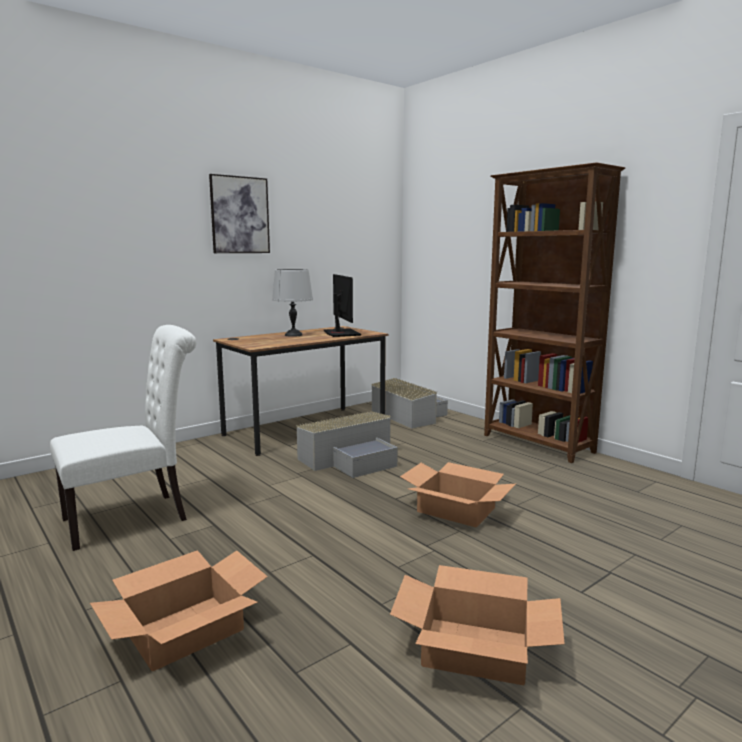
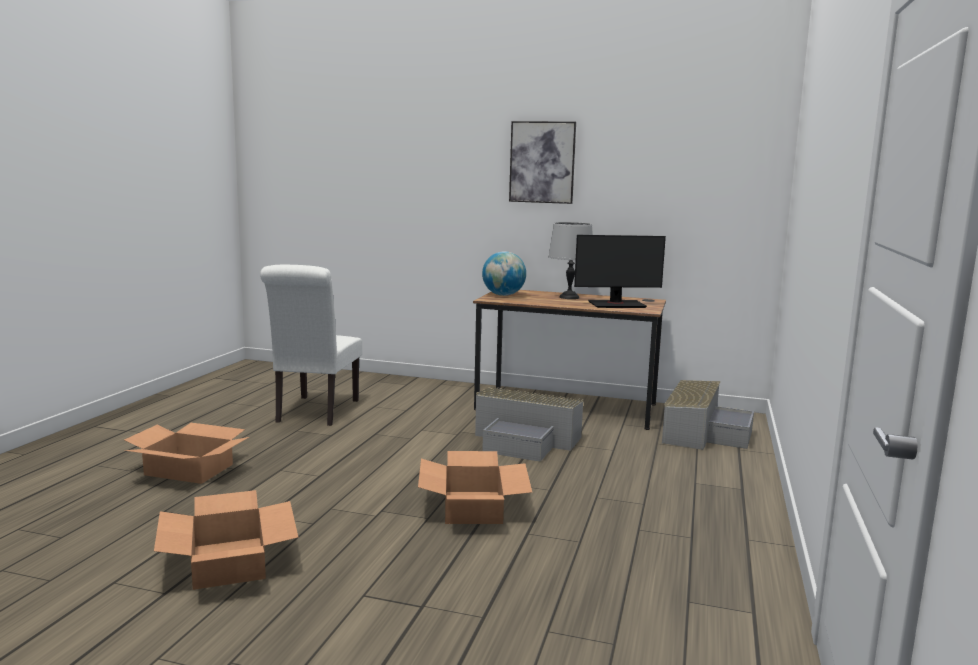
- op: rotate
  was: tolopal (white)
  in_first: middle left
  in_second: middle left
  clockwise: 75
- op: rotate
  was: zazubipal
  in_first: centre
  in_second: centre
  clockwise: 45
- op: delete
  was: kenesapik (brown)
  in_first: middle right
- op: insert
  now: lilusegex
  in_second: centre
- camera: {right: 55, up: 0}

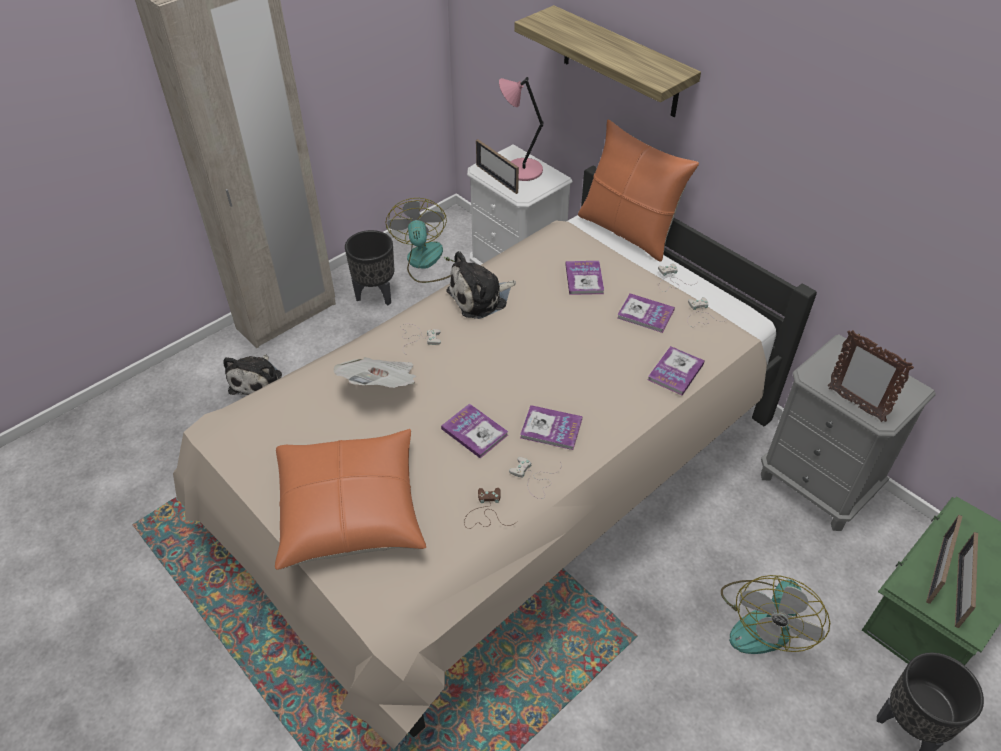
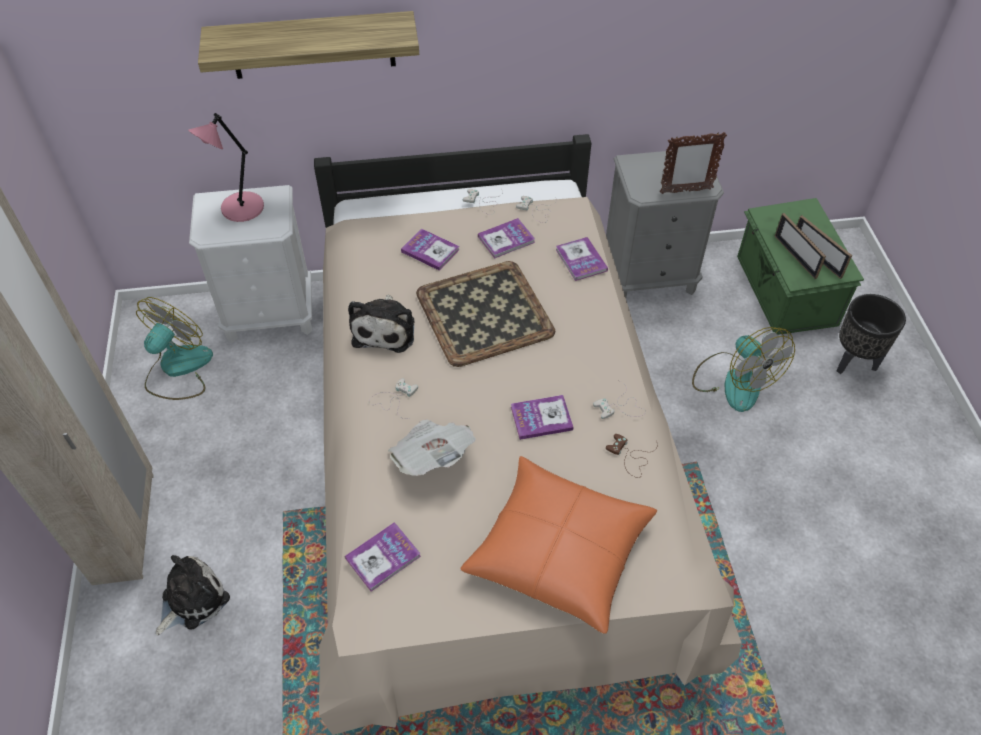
- op: rotate
  was: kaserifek (1st from left)
  in_first: middle left
  in_second: bottom left
  clockwise: -90
- op: delete
  was: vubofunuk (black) (1st from left)
  in_first: centre
- op: rotate
  was: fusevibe (1st from left)
  in_first: top centre
  in_second: middle left
  clockwise: 90
- op: delete
  was: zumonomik (1st from left)
  in_first: top centre
- op: move
  was: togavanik (2nd from left in the first image)
  now: togavanik (1st from left)
  in_first: centre
  in_second: bottom centre
- op: delete
  was: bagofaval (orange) (2nd from left)
  in_first: top centre
- op: insert
  now: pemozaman
  in_second: centre
- camera: {right: -55, up: 5}

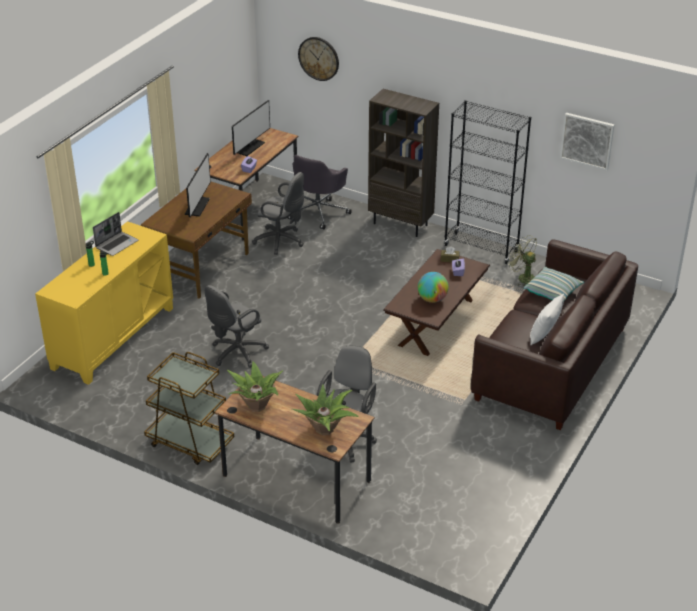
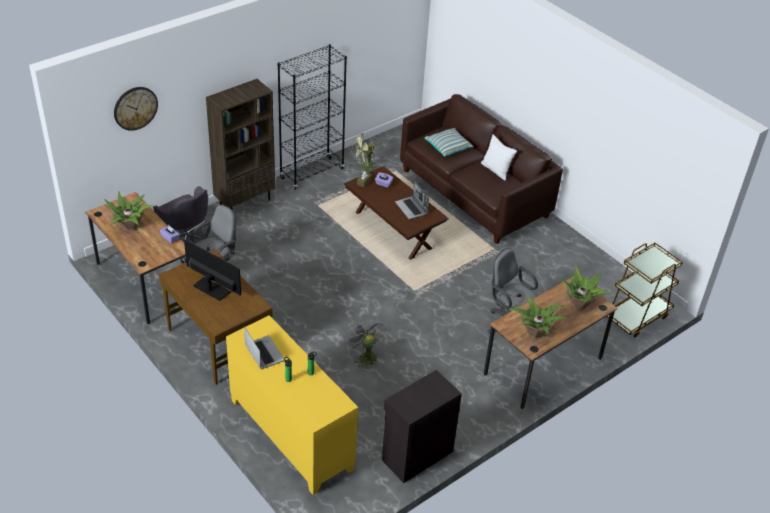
- op: move
  was: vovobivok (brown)
  in_first: bottom left
  in_second: middle right
- op: replace
  was: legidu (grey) (1st from left)
  now: fusevibe (grey)
  in_first: centre
  in_second: bottom centre
- op: replace
  was: zazubipal (2nd from left)
  now: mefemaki (1st from left)
  in_first: top centre
  in_second: middle left
- op: replace
  was: lilusegex
  now: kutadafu (2nd from left)
  in_first: centre
  in_second: centre
- op: delete
  was: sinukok
  in_first: top right
- op: insert
  now: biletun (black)
  in_second: bottom centre
- camera: {right: -70, up: 5}

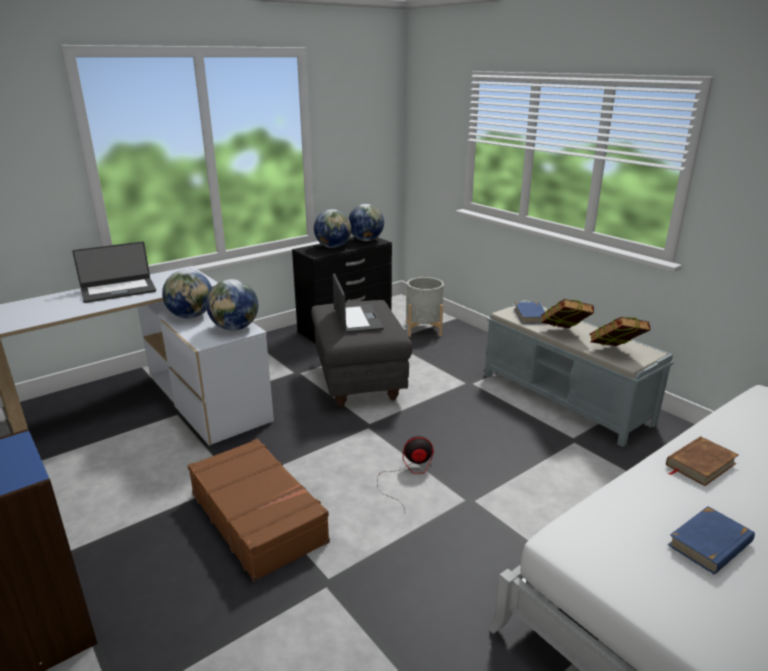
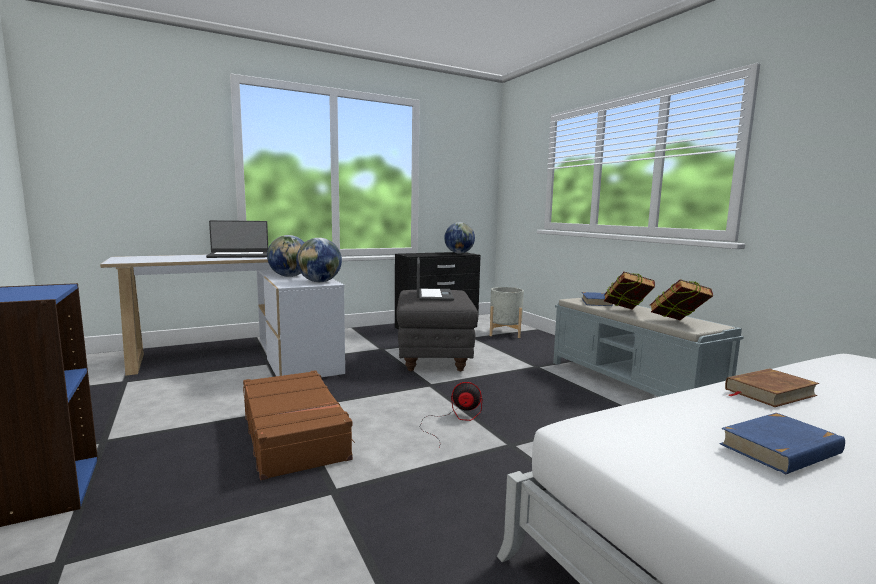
- op: delete
  was: lilusegex (3rd from left)
  in_first: centre
- camera: {right: 10, up: -15}

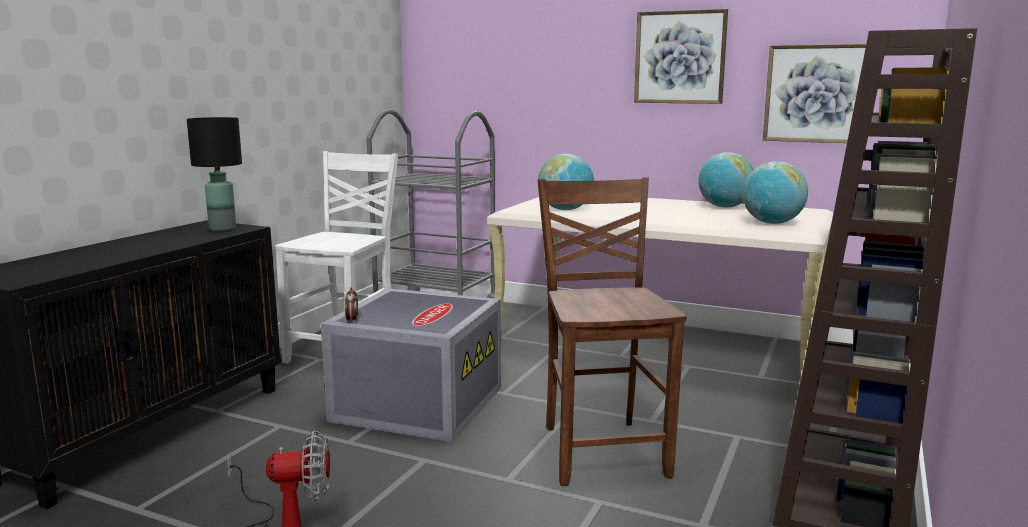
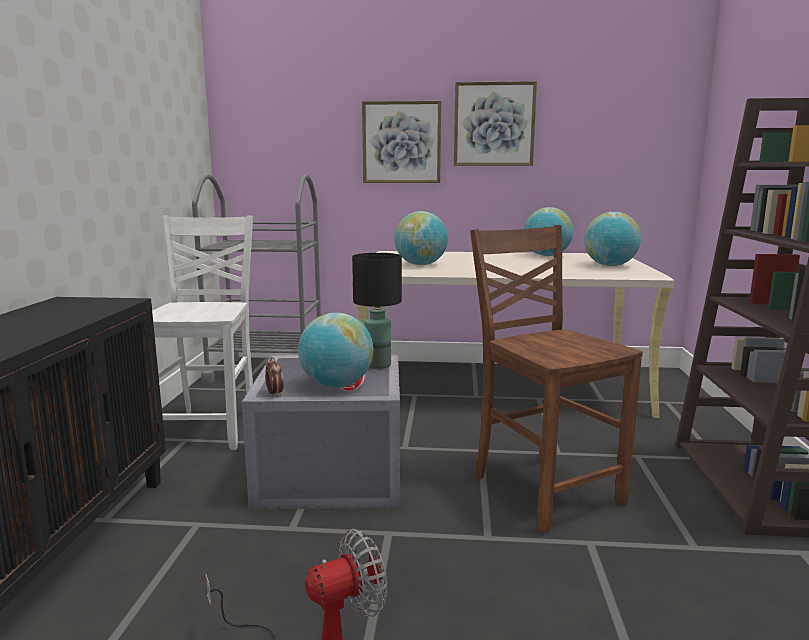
- op: move
  was: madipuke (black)
  in_first: top left
  in_second: centre
- op: move
  was: sinukok (2nd from left in the first image)
  now: sinukok (1st from left)
  in_first: top right
  in_second: top centre
- op: insert
  now: lilusegex (1st from left)
  in_second: centre
- camera: {right: -20, up: 0}

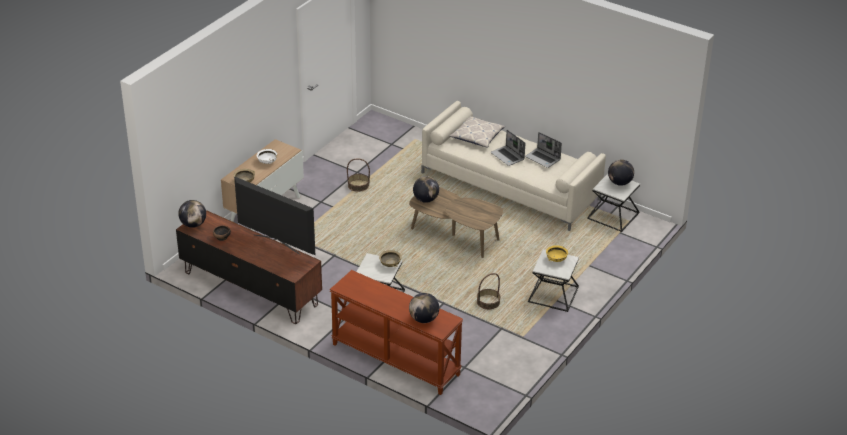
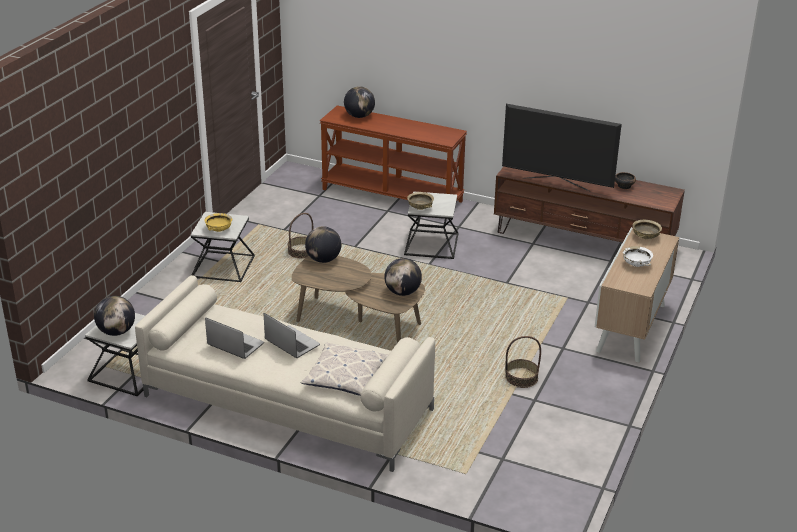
- op: move
  was: lilusegex (1st from left in the first image)
  now: lilusegex (2nd from left)
  in_first: middle left
  in_second: centre
- camera: {right: 170, up: -5}

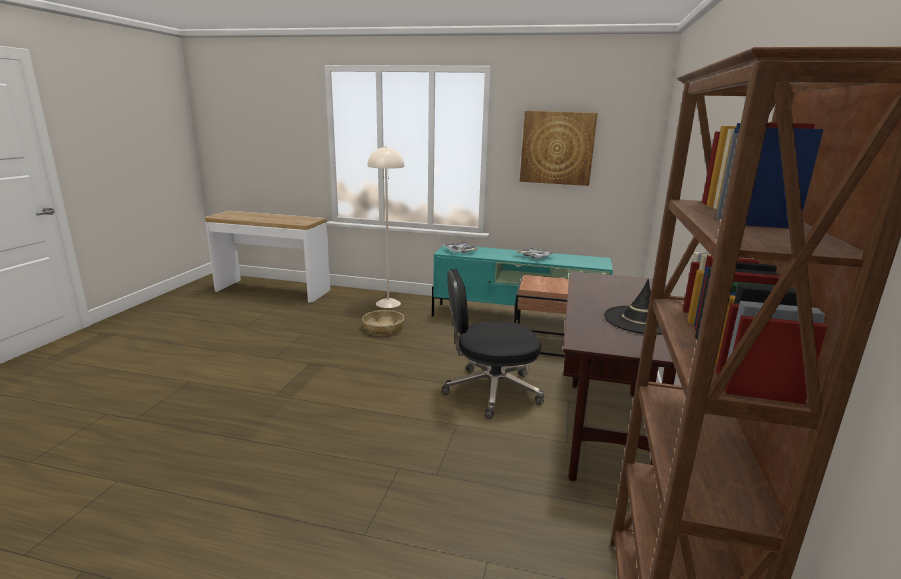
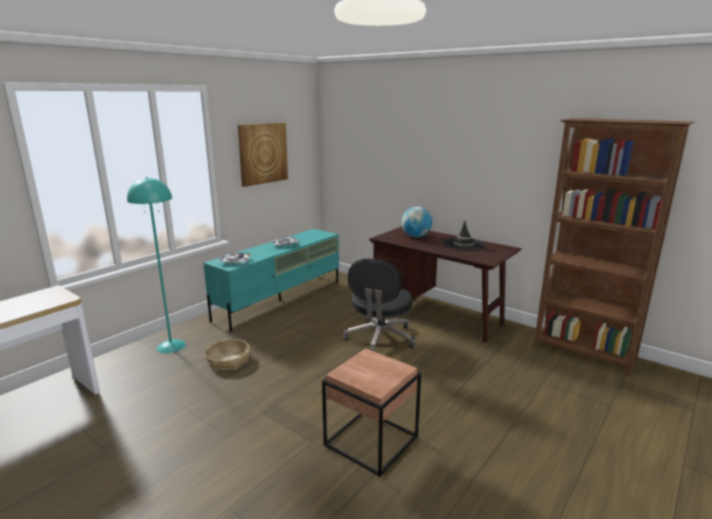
- op: recolor
  was: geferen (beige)
  now: geferen (turquoise)
  in_first: centre
  in_second: middle left
- op: move
  was: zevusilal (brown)
  in_first: centre
  in_second: bottom centre
- op: insert
  now: lilusegex
  in_second: centre
- camera: {right: -65, up: 0}

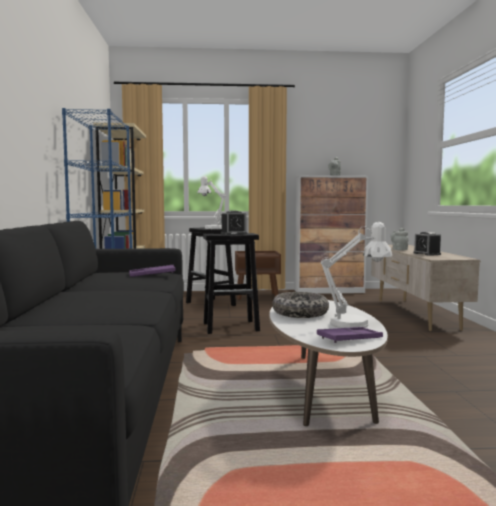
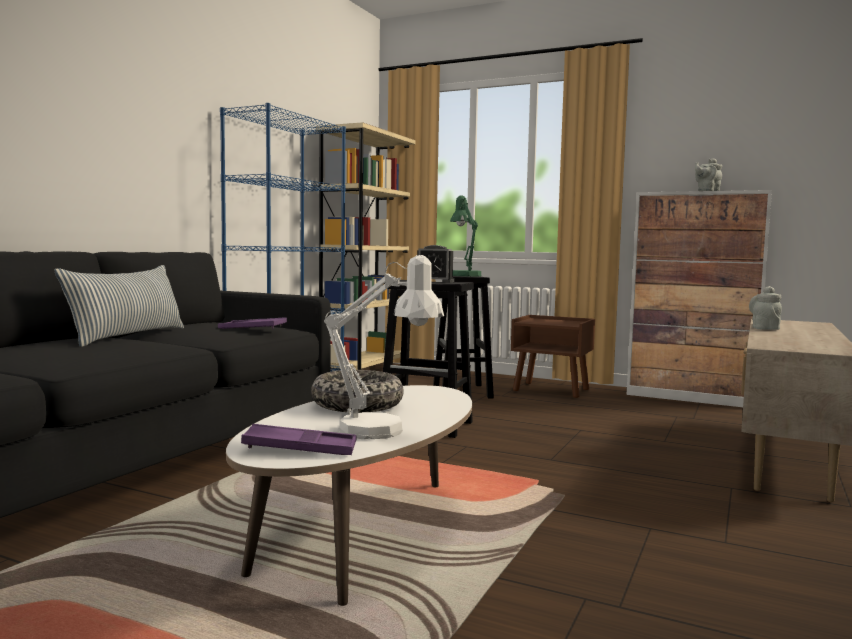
- op: recolor
  was: madipuke (white) (1st from left)
  now: madipuke (green)
  in_first: centre
  in_second: centre
- op: delete
  was: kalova (2nd from left)
  in_first: middle right
- op: insert
  now: bagofaval
  in_second: middle left
- camera: {right: 30, up: 0}

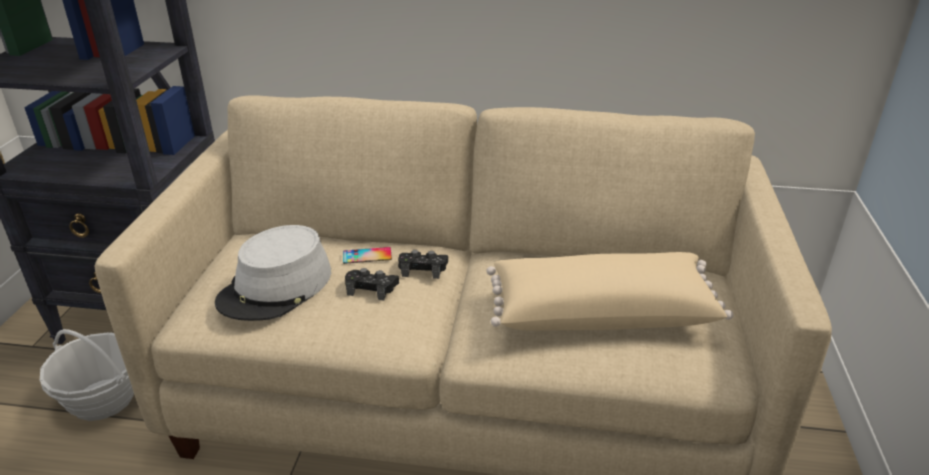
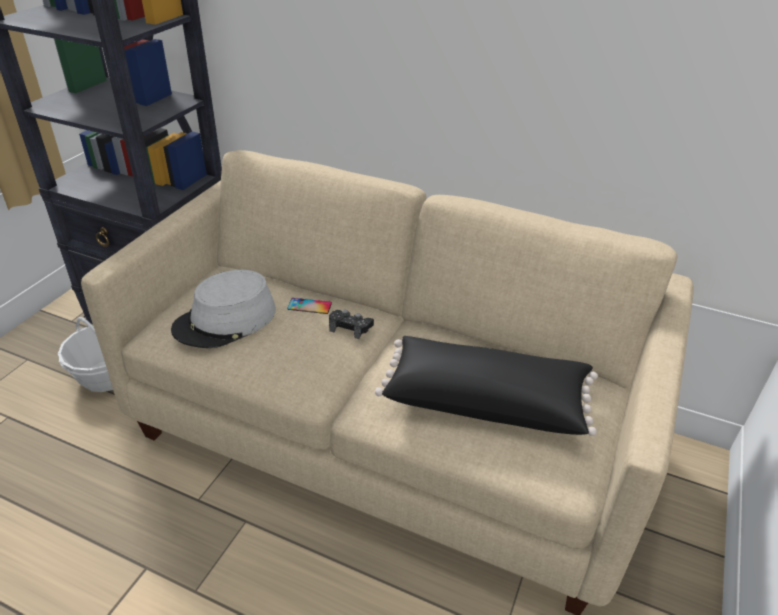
- op: delete
  was: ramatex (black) (1st from left)
  in_first: centre
- op: recolor
  was: bagofaval (beige)
  now: bagofaval (black)
  in_first: centre
  in_second: centre
- camera: {right: 15, up: 5}

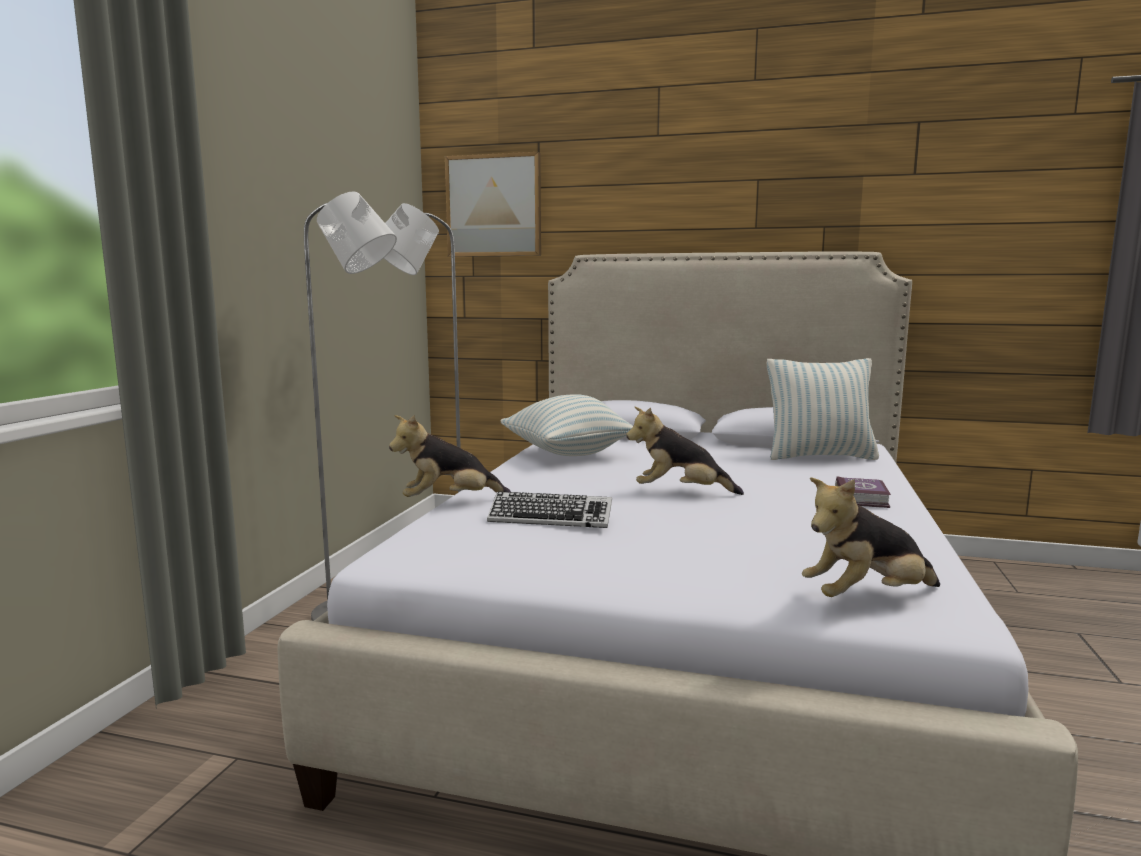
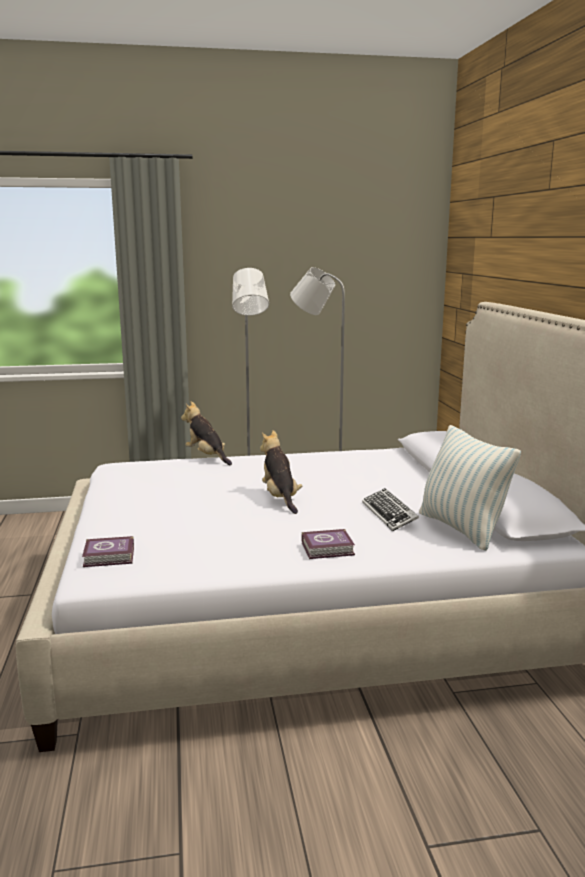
- op: delete
  was: sinukok
  in_first: top centre
- op: move
  was: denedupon
  in_first: centre
  in_second: middle right
- op: delete
  was: bagofaval (1st from left)
  in_first: centre
- op: replace
  was: kaserifek (3rd from left)
  now: togavanik (1st from left)
  in_first: middle right
  in_second: middle left
- camera: {right: 65, up: 5}

